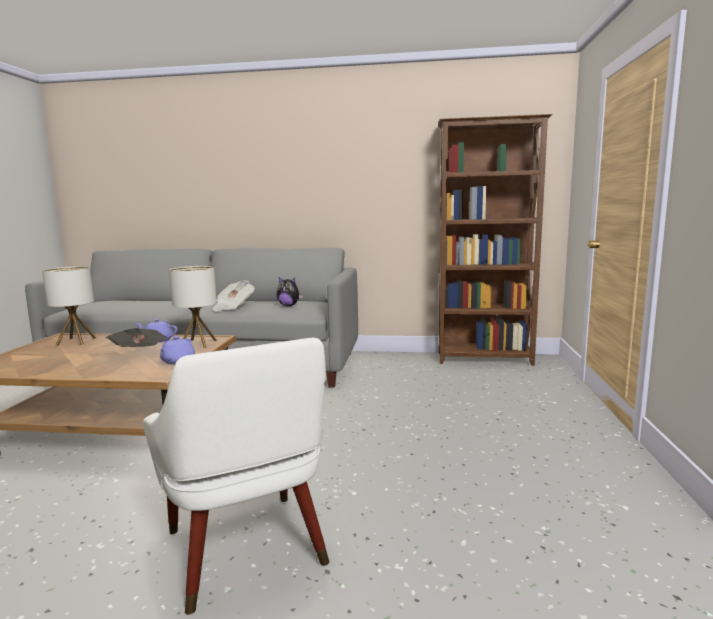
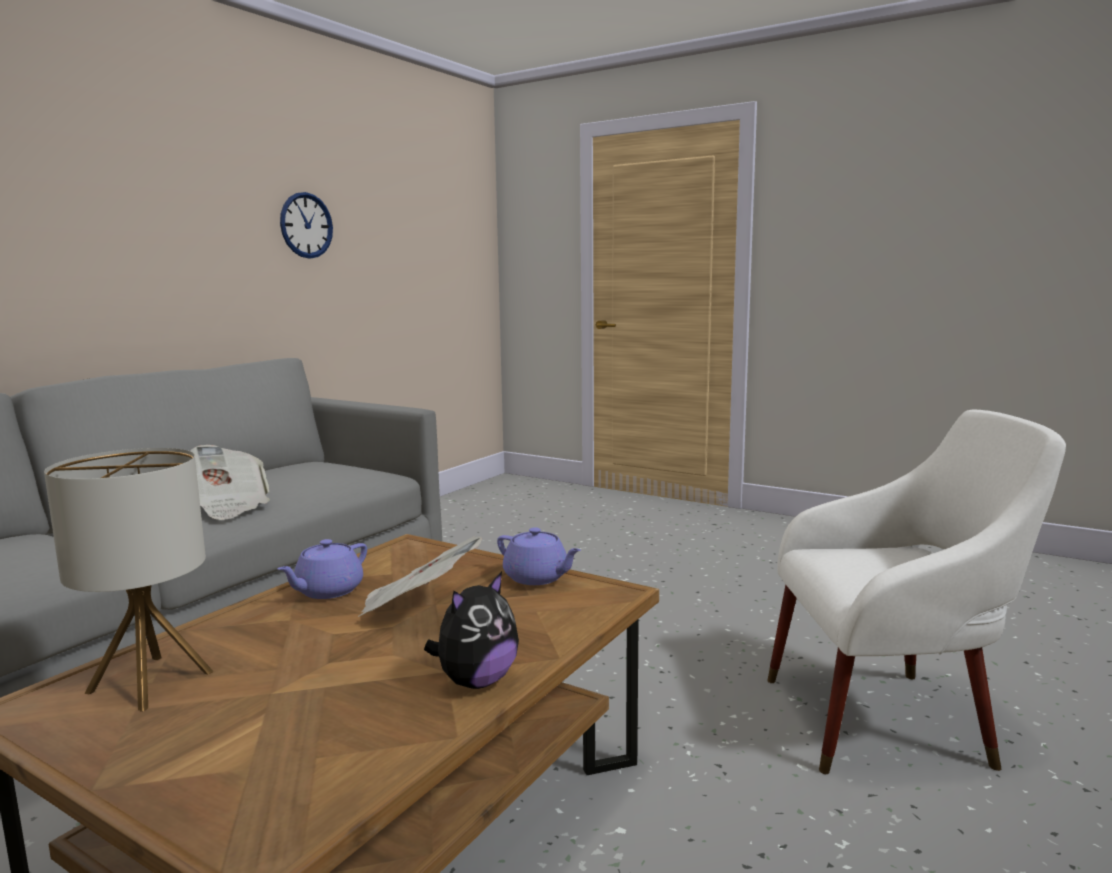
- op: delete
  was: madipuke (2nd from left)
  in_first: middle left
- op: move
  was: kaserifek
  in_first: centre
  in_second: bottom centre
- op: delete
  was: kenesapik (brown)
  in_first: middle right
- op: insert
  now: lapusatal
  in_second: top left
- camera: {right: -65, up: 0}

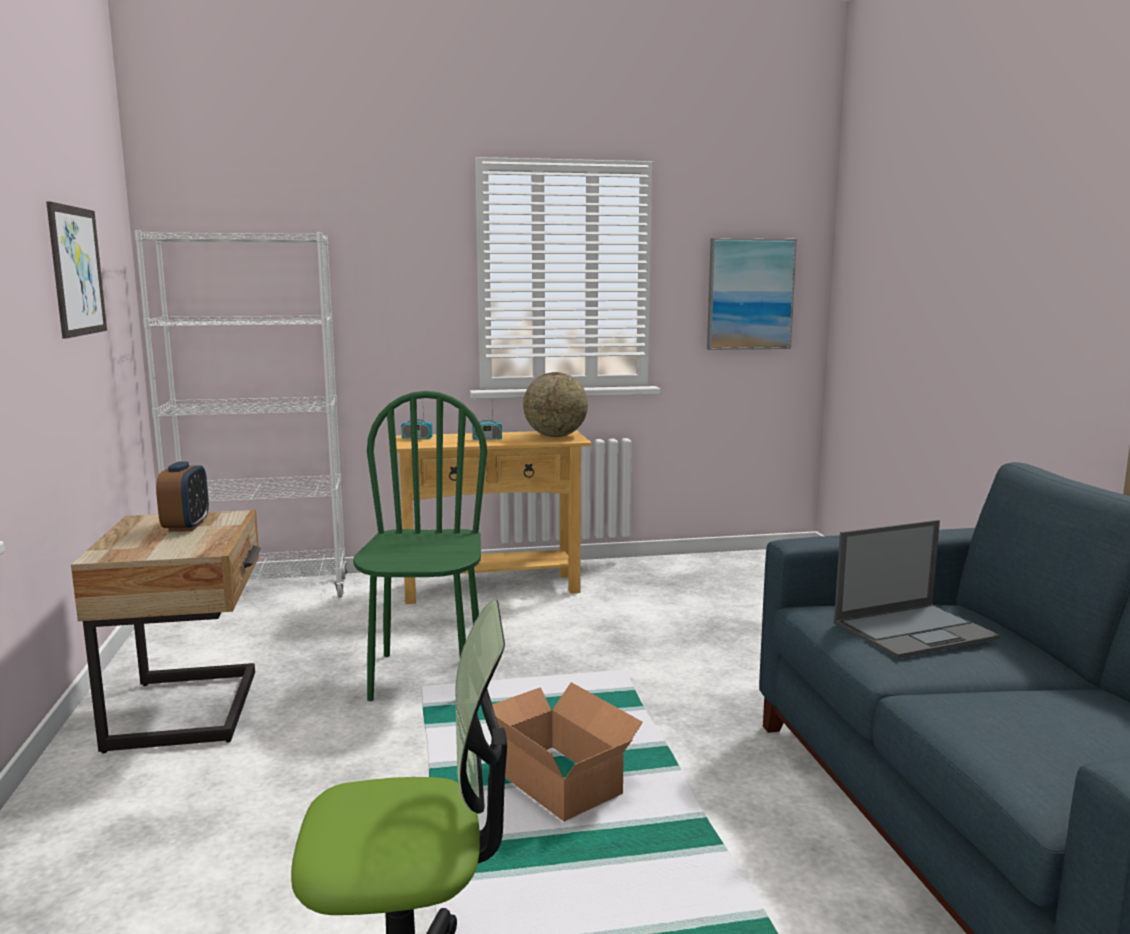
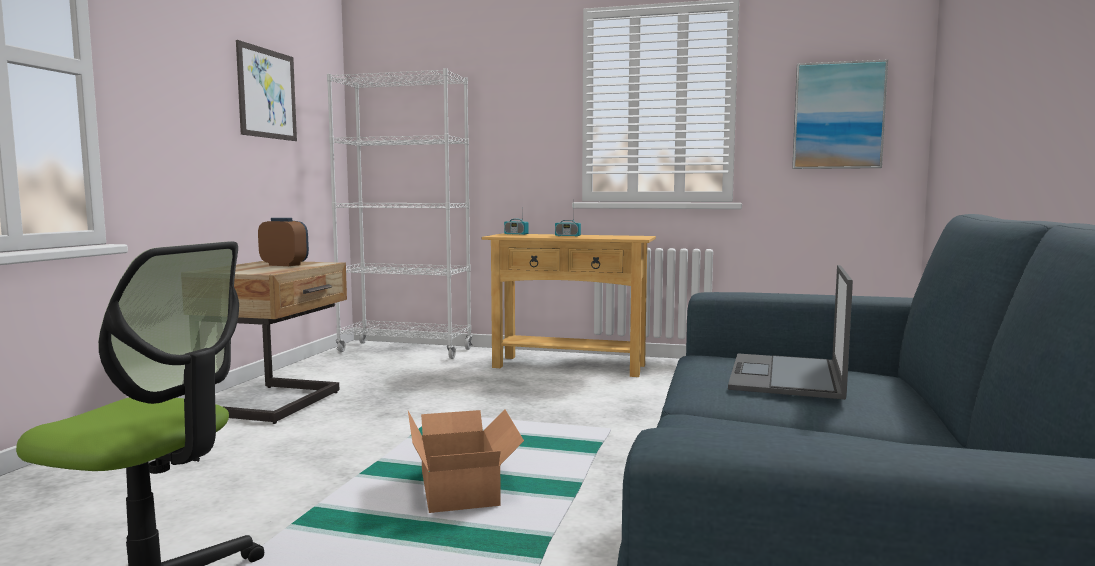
- op: rotate
  was: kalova
  in_first: middle left
  in_second: middle left
  clockwise: -90
- op: delete
  was: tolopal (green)
  in_first: centre
- op: delete
  was: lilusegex
  in_first: centre
- op: rotate
  was: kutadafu
  in_first: middle right
  in_second: middle right
  clockwise: 105
- camera: {right: 25, up: -5}

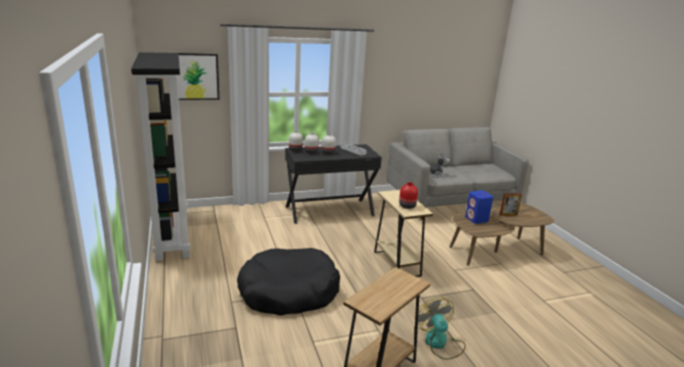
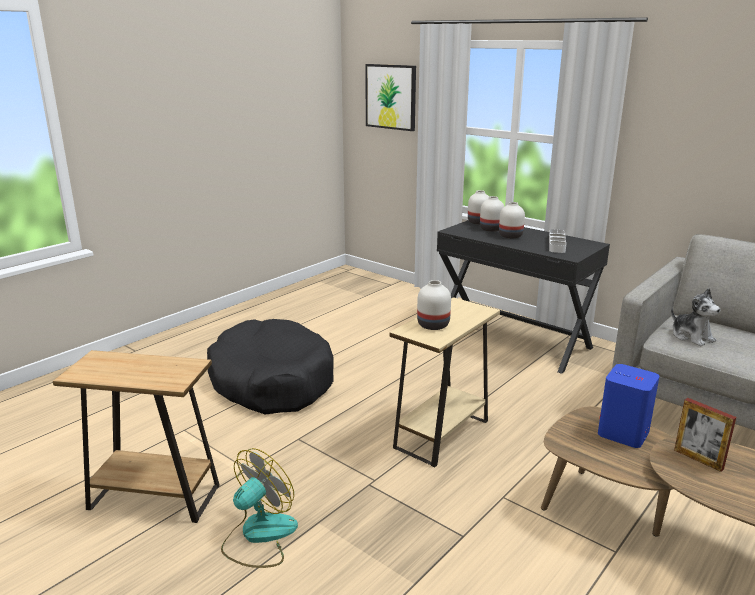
- op: delete
  was: kenesapik (black)
  in_first: middle left
- op: recolor
  was: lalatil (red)
  now: lalatil (white) (1st from left)
  in_first: centre
  in_second: centre
- camera: {right: 60, up: 0}

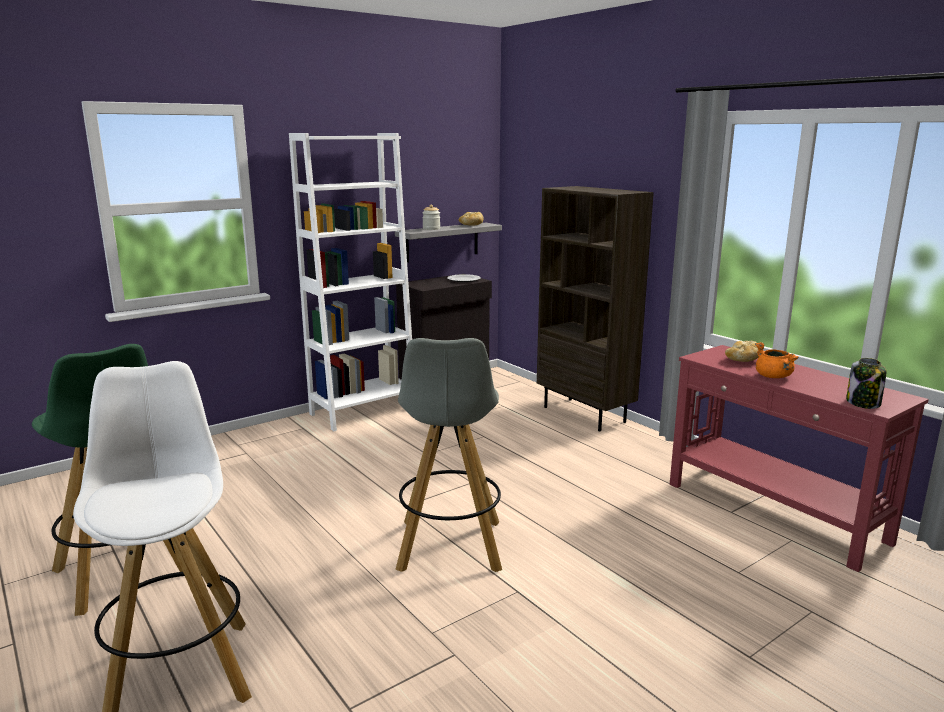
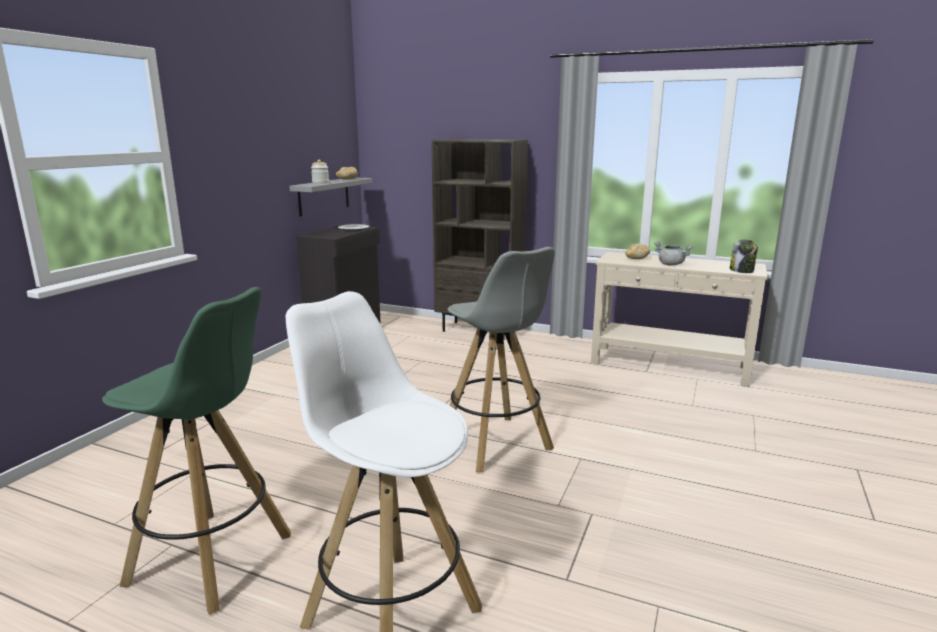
- op: delete
  was: kenesapik (white)
  in_first: centre
- op: recolor
  was: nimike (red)
  now: nimike (beige)
  in_first: middle right
  in_second: middle right
- op: recolor
  was: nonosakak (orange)
  now: nonosakak (grey)
  in_first: middle right
  in_second: middle right
- camera: {right: -30, up: 0}

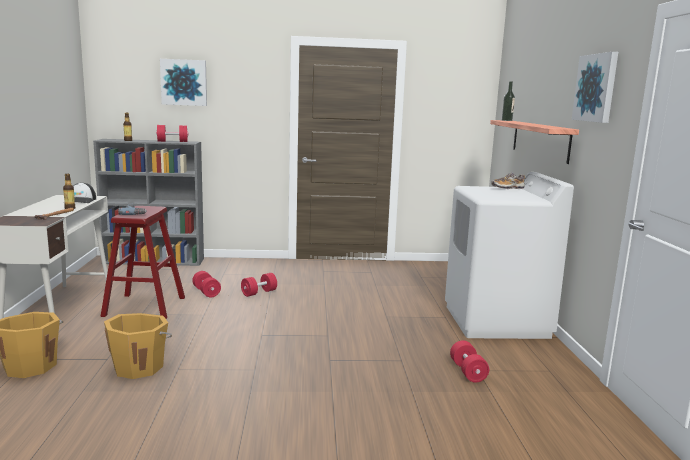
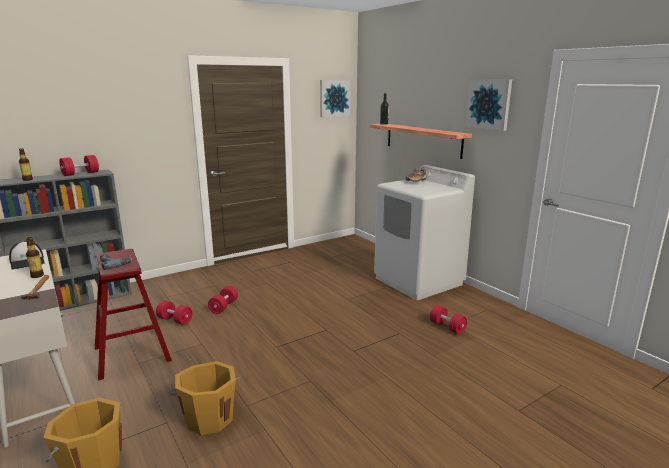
- op: move
  was: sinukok (1st from left)
  in_first: top left
  in_second: top centre
- camera: {right: -30, up: 5}

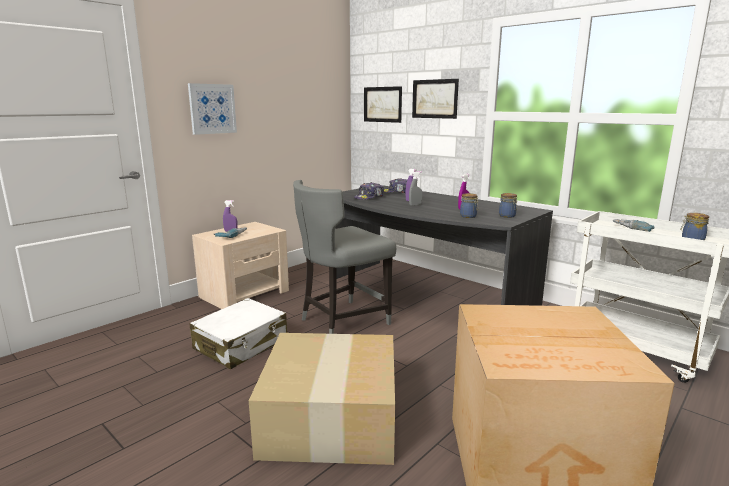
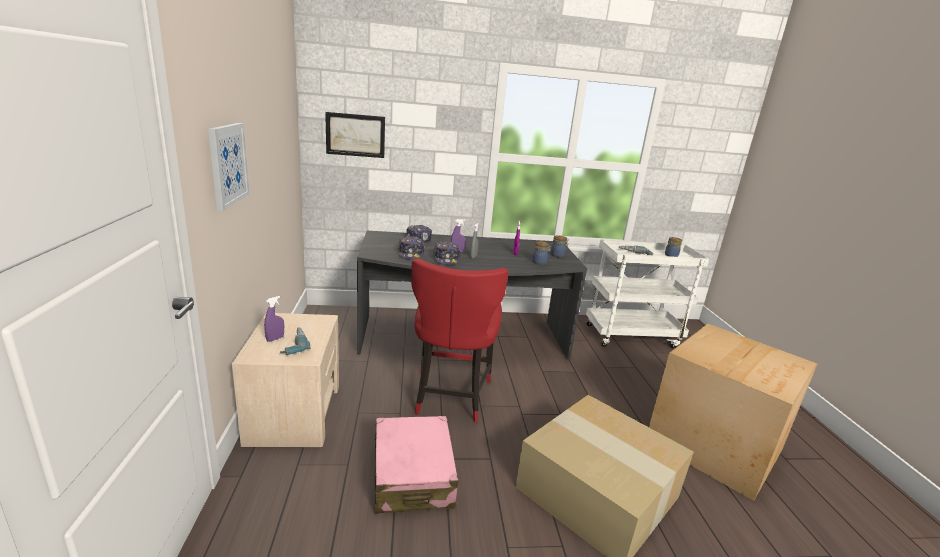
- op: recolor
  was: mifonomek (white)
  now: mifonomek (pink)
  in_first: bottom left
  in_second: bottom centre
- op: recolor
  was: tolopal (grey)
  now: tolopal (red)
  in_first: centre
  in_second: centre
- op: delete
  was: sinukok (3rd from left)
  in_first: top centre
- op: insert
  now: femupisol (3rd from left)
  in_second: centre
- camera: {right: -50, up: 5}

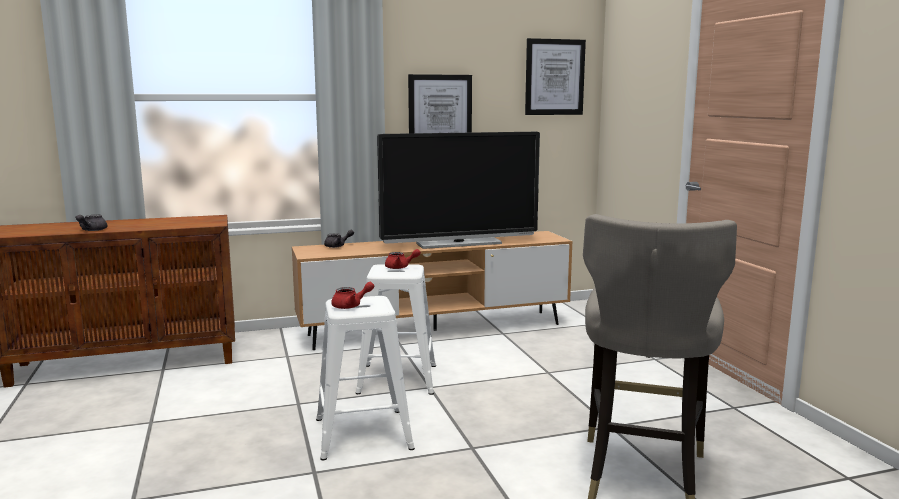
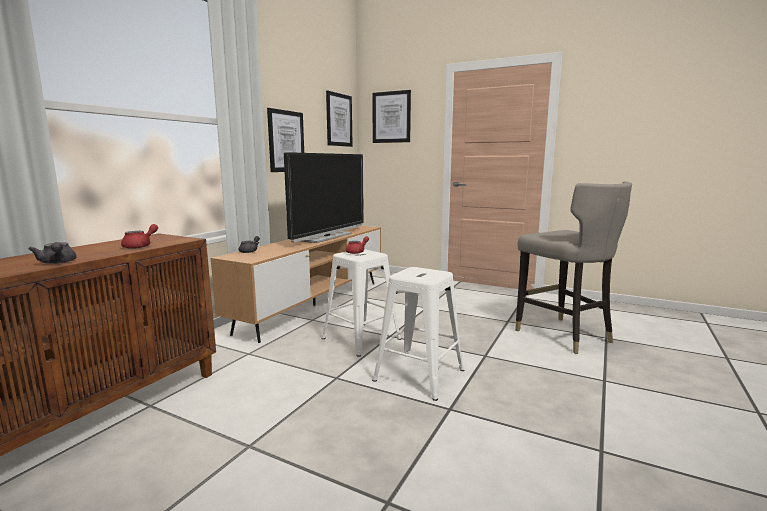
- op: move
  was: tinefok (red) (1st from left)
  in_first: centre
  in_second: middle left
- op: insert
  now: sinukok (3rd from left)
  in_second: top centre
- camera: {right: -45, up: 0}

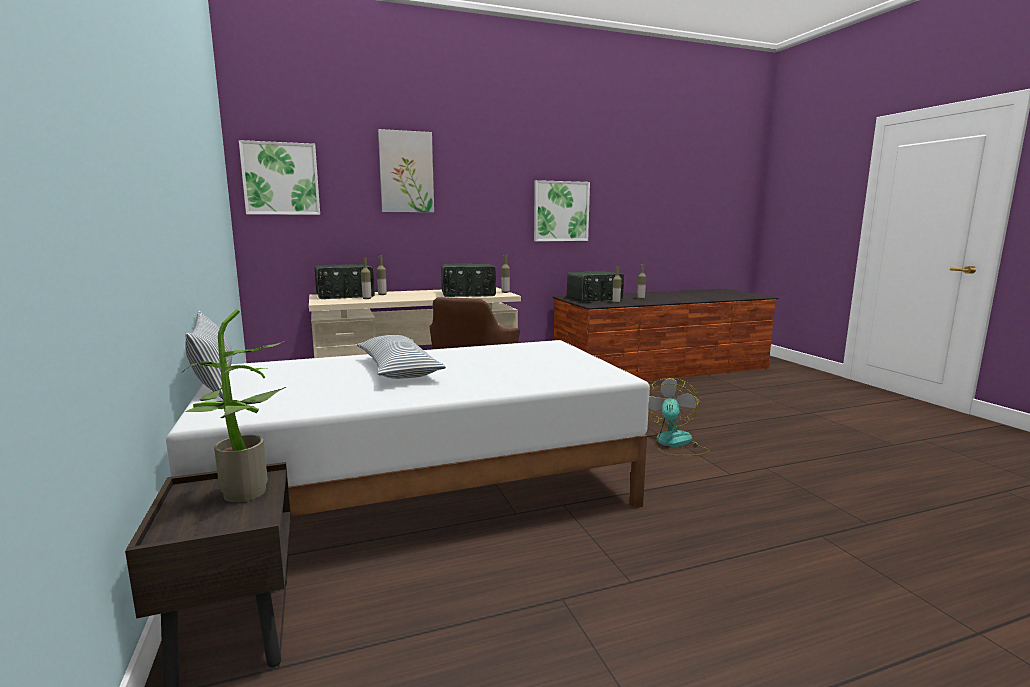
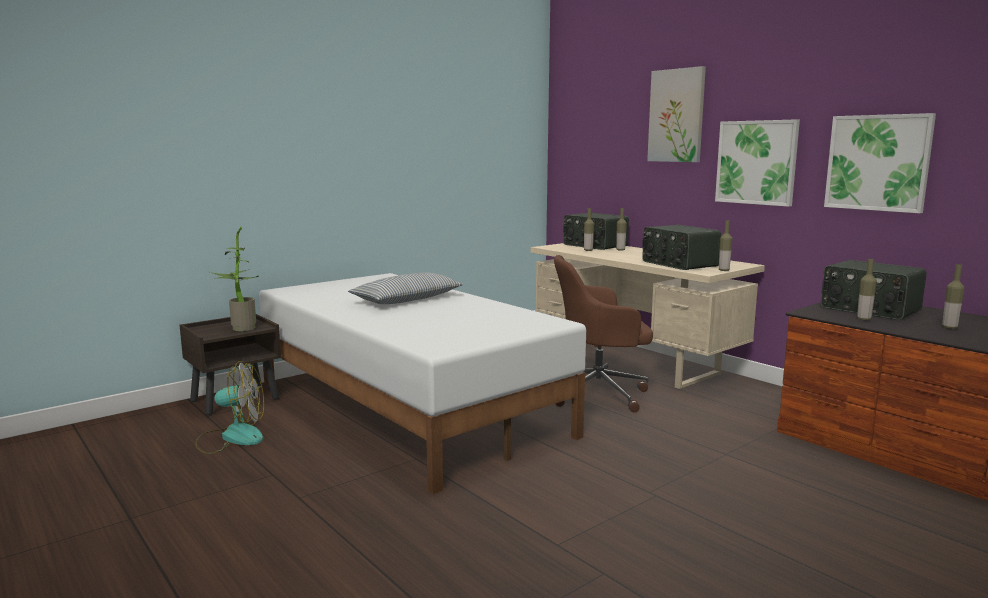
- op: delete
  was: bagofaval (1st from left)
  in_first: middle left
- op: move
  was: sinukok (1st from left in the first image)
  now: sinukok (2nd from left)
  in_first: top left
  in_second: top right
- op: move
  was: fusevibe
  in_first: centre
  in_second: bottom left
- camera: {right: 70, up: 0}

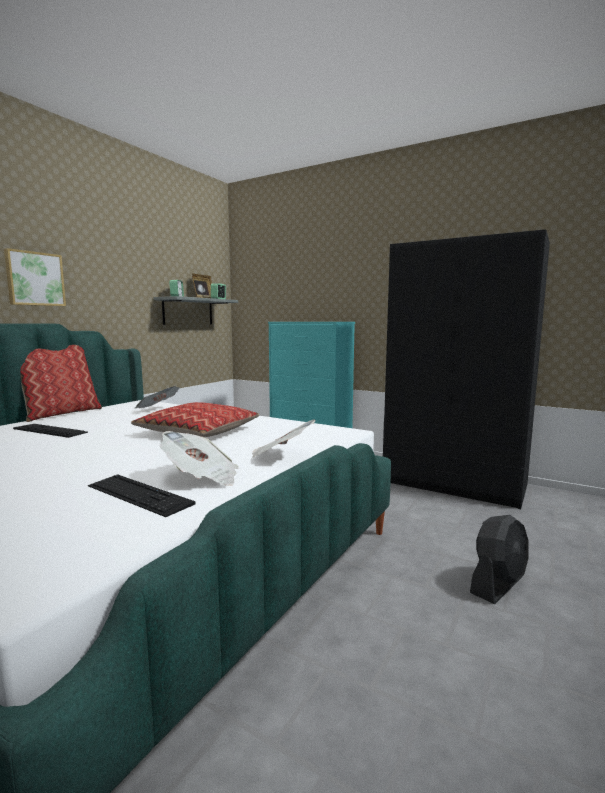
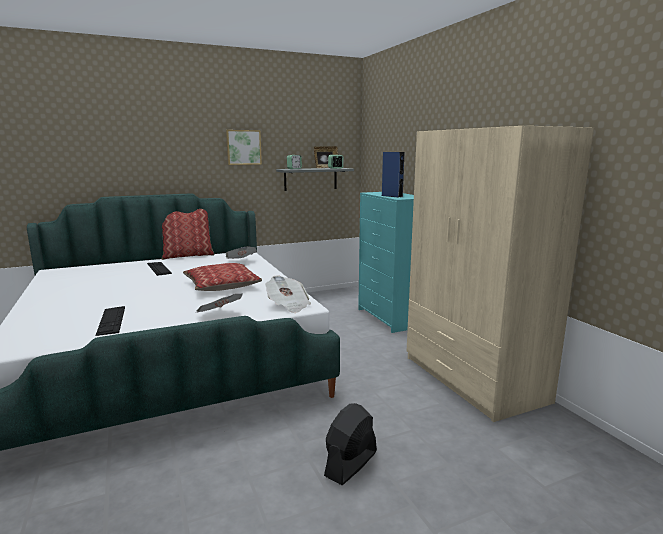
- op: move
  was: sinukok
  in_first: middle left
  in_second: top centre
- op: move
  was: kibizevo (2nd from left in the first image)
  now: kibizevo (3rd from left)
  in_first: middle left
  in_second: centre
- op: recolor
  was: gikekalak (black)
  now: gikekalak (beige)
  in_first: middle right
  in_second: middle right
- op: rotate
  was: fusevibe (black)
  in_first: bottom right
  in_second: bottom centre
  clockwise: 135
- op: insert
  now: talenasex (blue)
  in_second: top centre
- camera: {right: 35, up: 5}

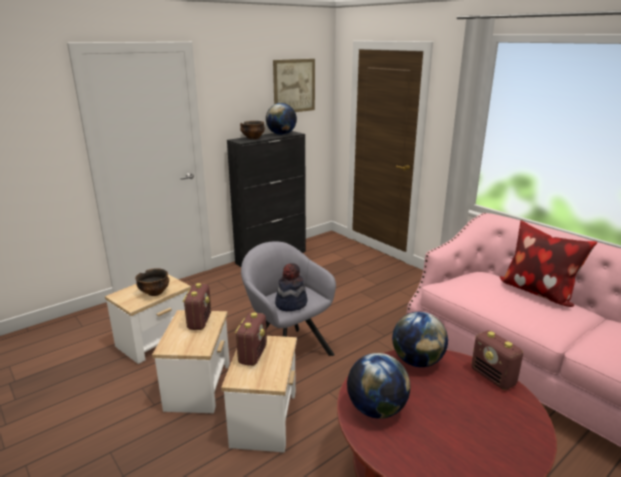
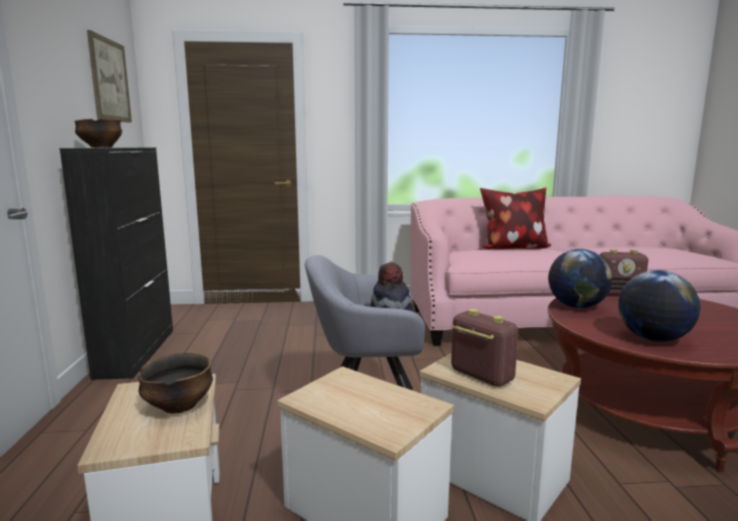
- op: delete
  was: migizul (1st from left)
  in_first: middle left
- op: delete
  was: lilusegex (1st from left)
  in_first: top centre
- camera: {right: -55, up: -10}

